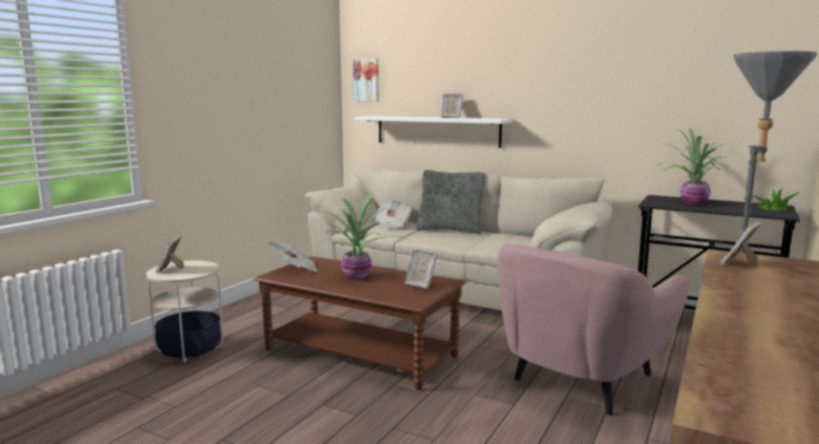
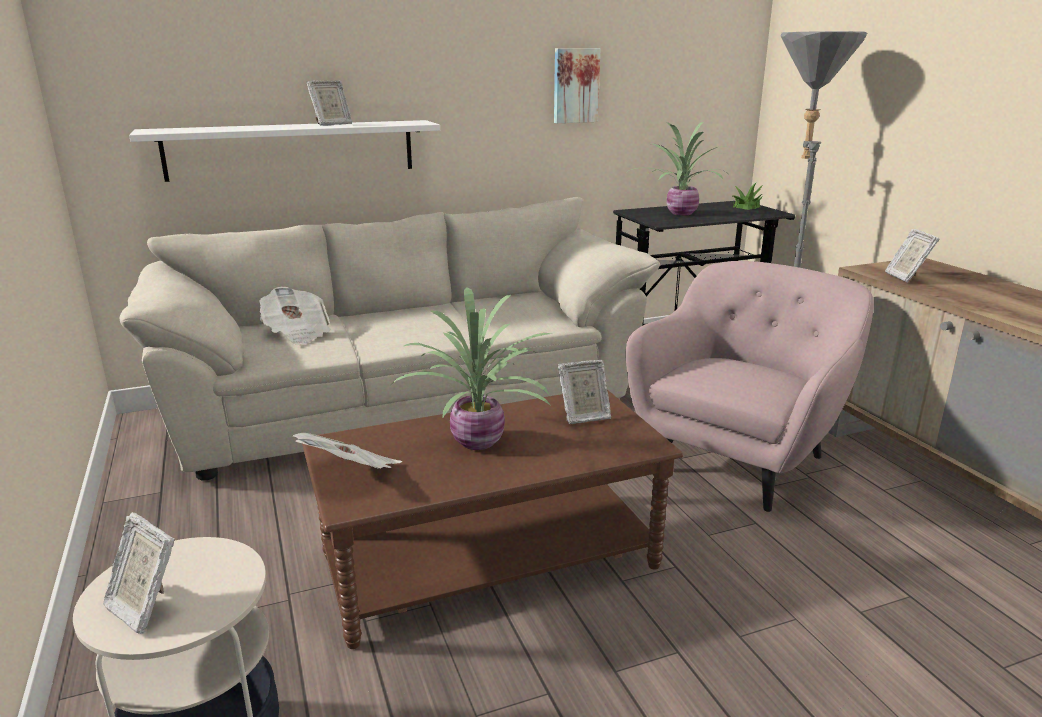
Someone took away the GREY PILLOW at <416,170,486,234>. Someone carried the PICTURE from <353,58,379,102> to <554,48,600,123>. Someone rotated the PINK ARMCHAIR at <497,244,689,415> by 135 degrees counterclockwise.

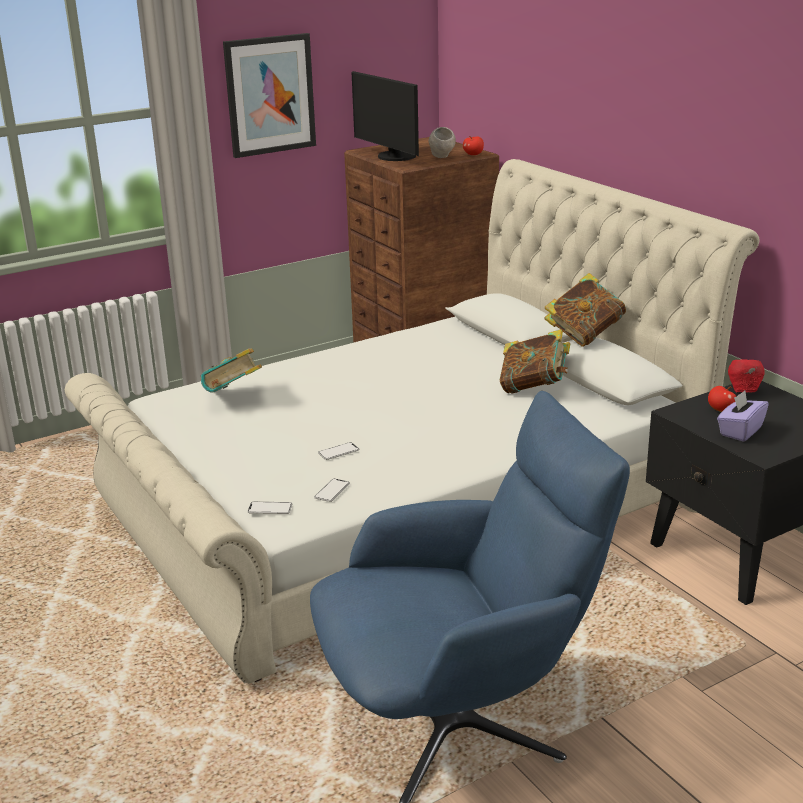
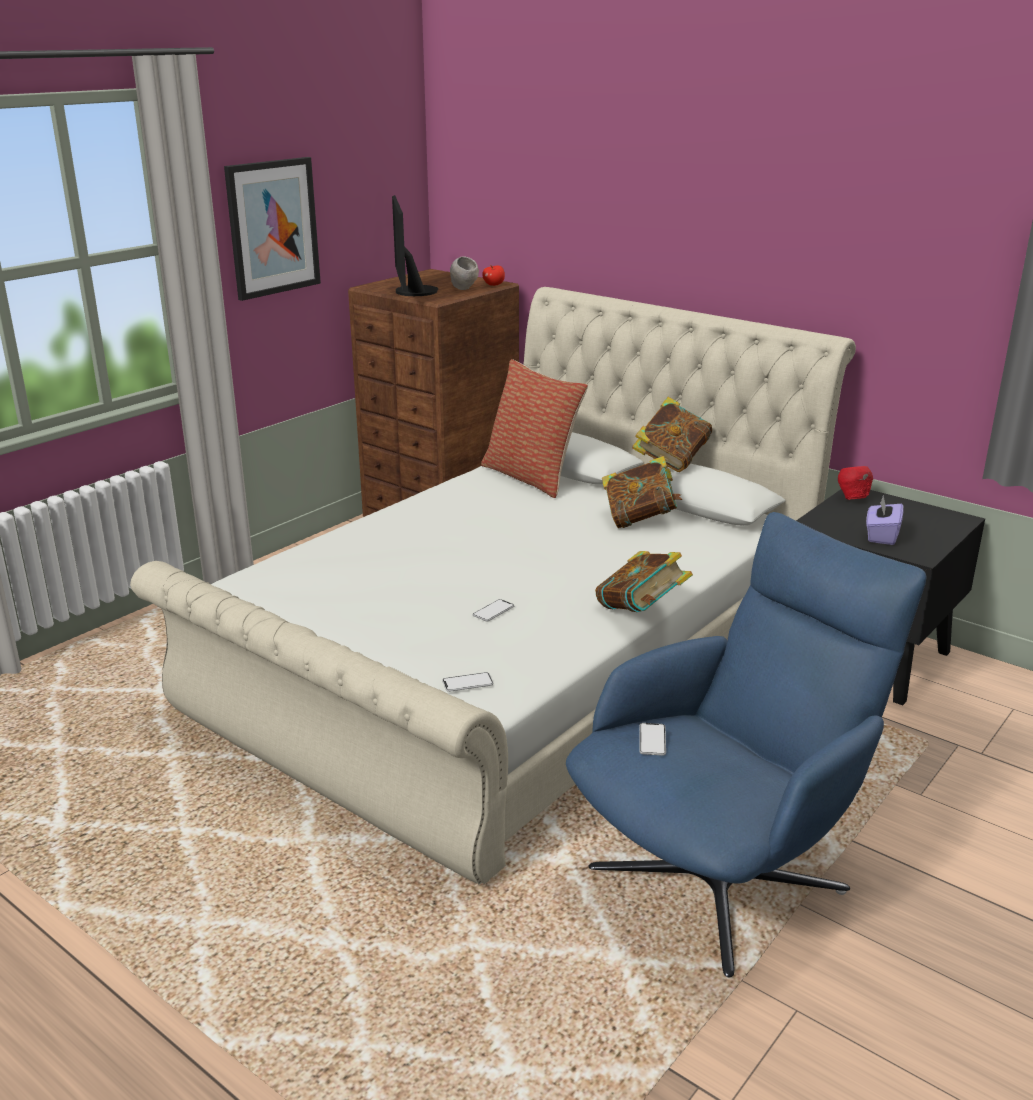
Someone took away the APPLE at <708,386,736,412>. Someone put down the PILLOW at <481,359,588,498>. Someone carried the BOOK from <201,348,262,393> to <595,551,693,612>. Someone carried the PHONE from <314,479,350,502> to <639,723,666,756>. Someone rotated the MONITOR at <352,71,419,161> by 45 degrees clockwise.

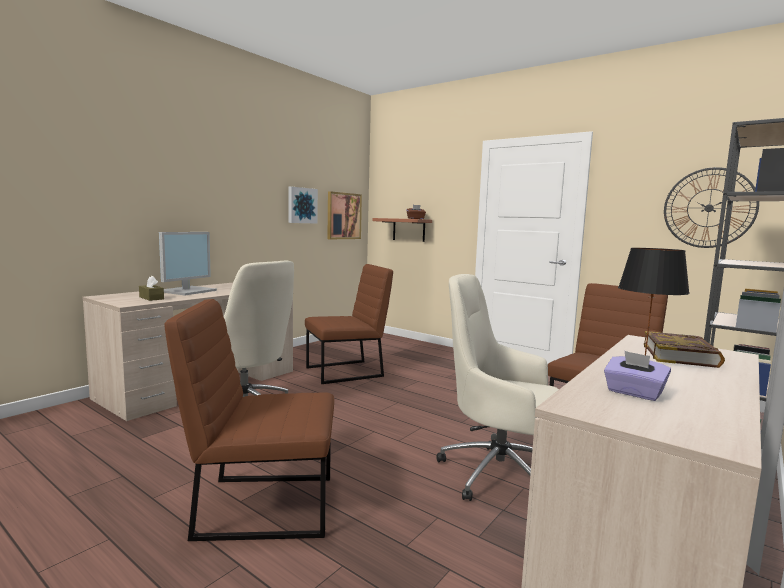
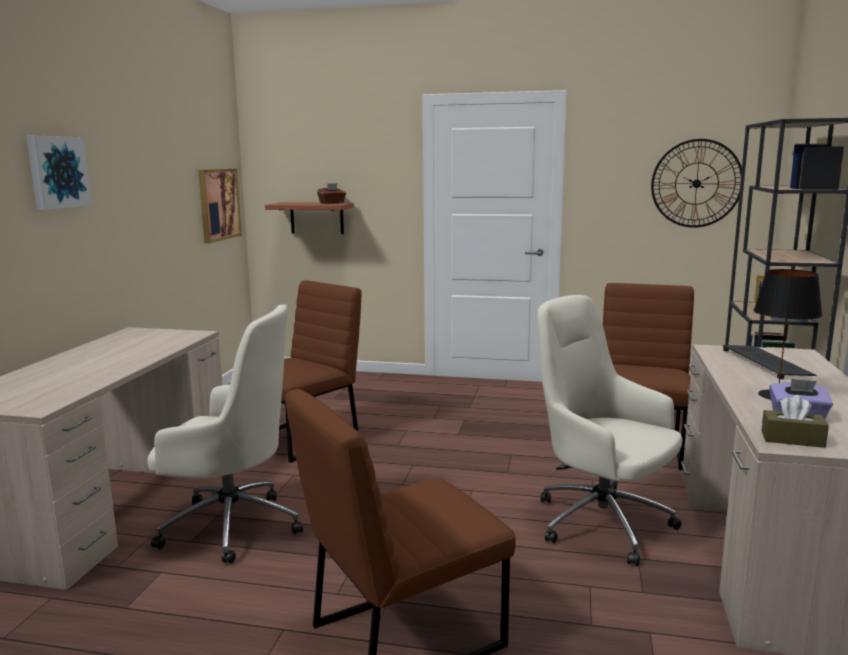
Someone took away the MONITOR at <159,232,217,296>. Someone carried the BROWN TISSUE BOX from <139,276,164,301> to <762,395,829,448>. Someone carried the PICTURE from <288,187,318,224> to <27,135,92,210>. Someone swapped the BOOK at <644,331,725,368> for the KEYBOARD at <723,345,817,379>. Someone rotated the BEIGE OFFICE CHAIR at <436,274,559,501> by 45 degrees clockwise.

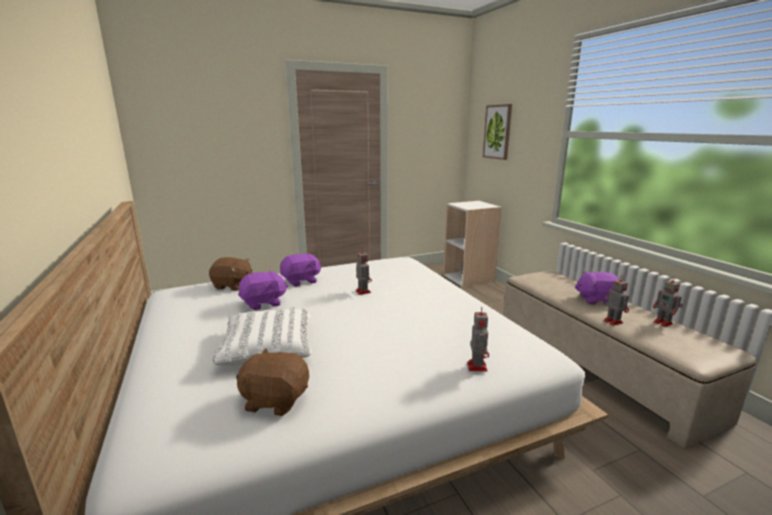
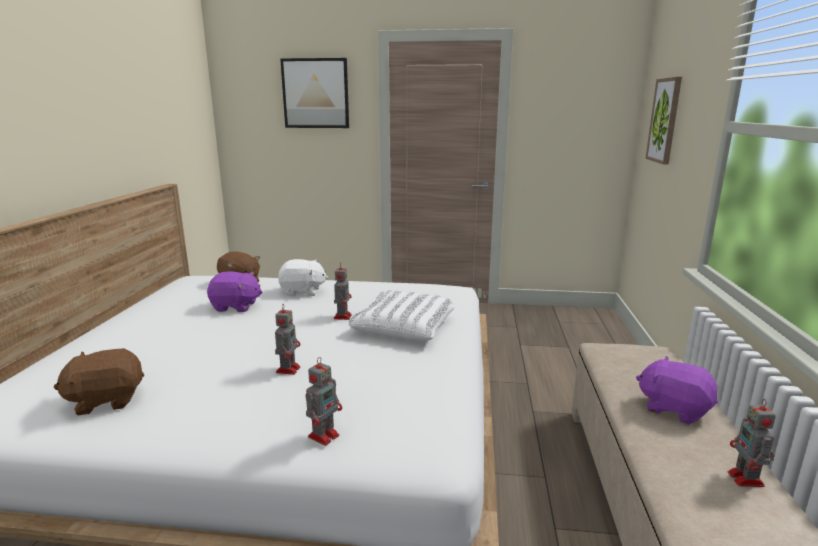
Someone took away the BOOKCASE at <443,201,502,287>. Someone put up the PICTURE at <280,58,349,128>. Someone carried the WHITE PILLOW from <212,307,312,365> to <349,290,455,340>. Someone carried the TOY ROBOT from <604,276,629,326> to <275,304,300,375>. Someone repainted the PURPLE PLUSH TOY at <280,253,322,287>, which became the WHITE PLUSH TOY at <278,259,329,296>. Someone rotated the BROWN PLUSH TOY at <236,348,309,416> by 60 degrees counterclockwise.

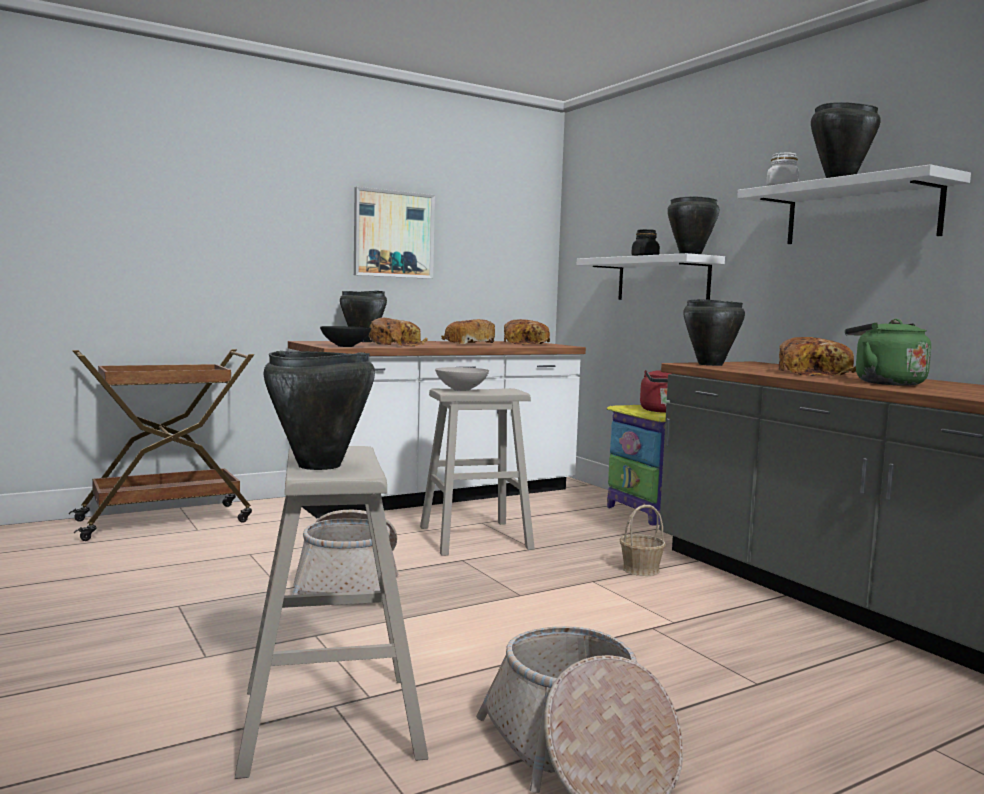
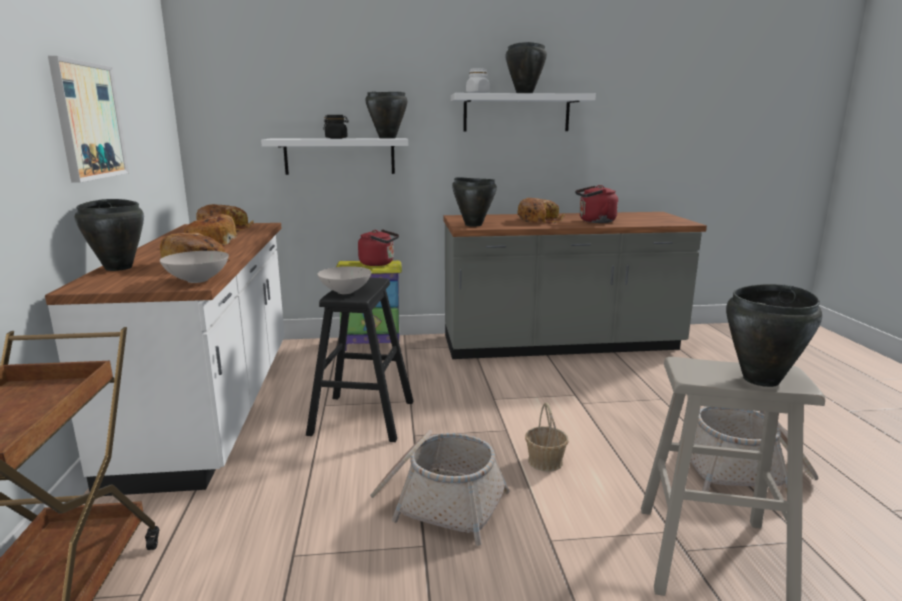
Someone carried the BASKET from <620,505,666,576> to <525,402,569,472>. Someone repainted the BLACK BOWL at <320,326,371,347>, which became the WHITE BOWL at <160,251,229,283>. Someone repainted the BEIGE STOOL at <420,388,535,556>, which became the BLACK STOOL at <306,278,413,442>. Someone repainted the GREEN KETTLE at <845,319,931,386>, which became the RED KETTLE at <575,185,618,223>.

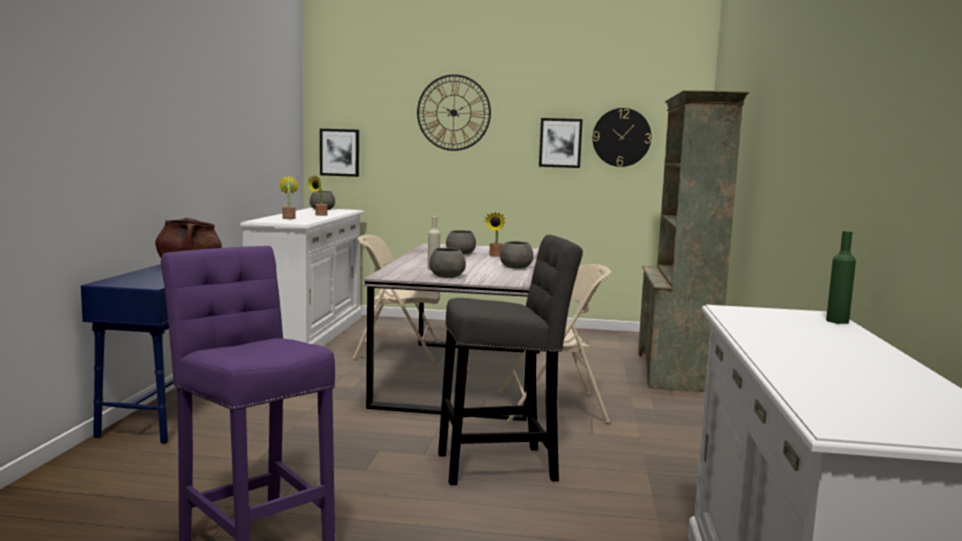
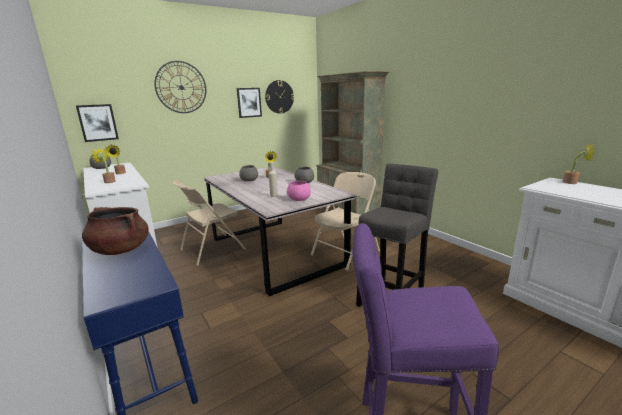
Someone swapped the GREEN BOTTLE at <826,231,856,324> for the POTTED PLANT at <563,143,595,184>. Someone repainted the GREY BOWL at <429,248,466,278>, which became the PINK BOWL at <287,181,311,201>.

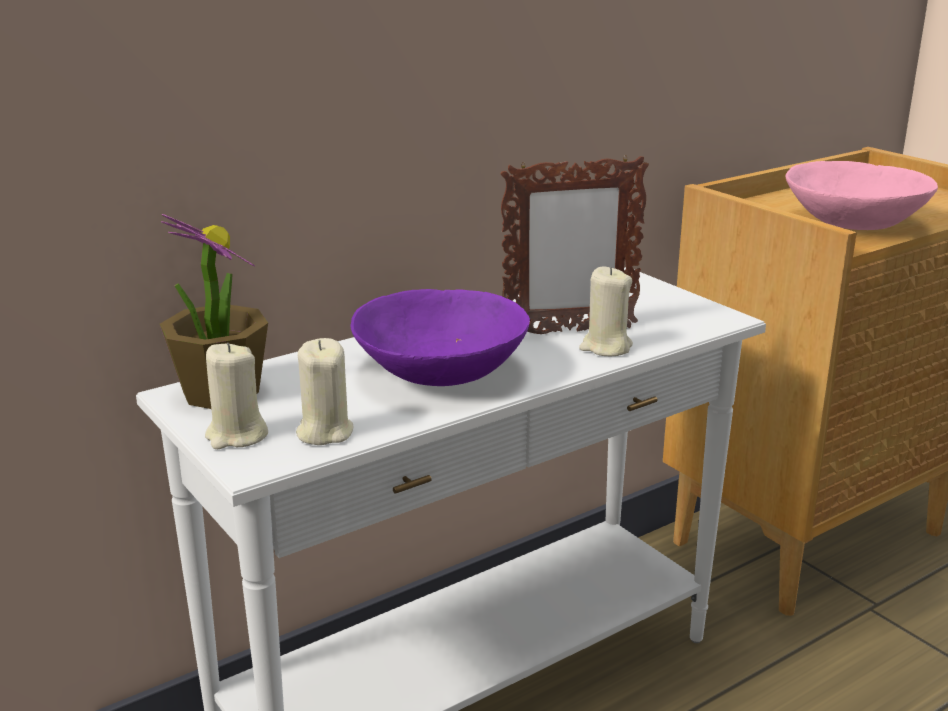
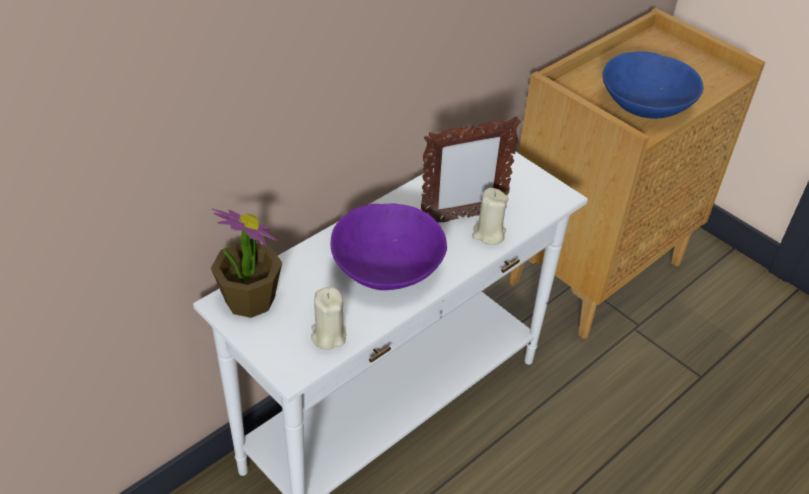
Someone took away the BEIGE CANDLE at <205,343,268,449>. Someone repainted the PINK BOWL at <785,161,938,230>, which became the BLUE BOWL at <602,51,704,119>.

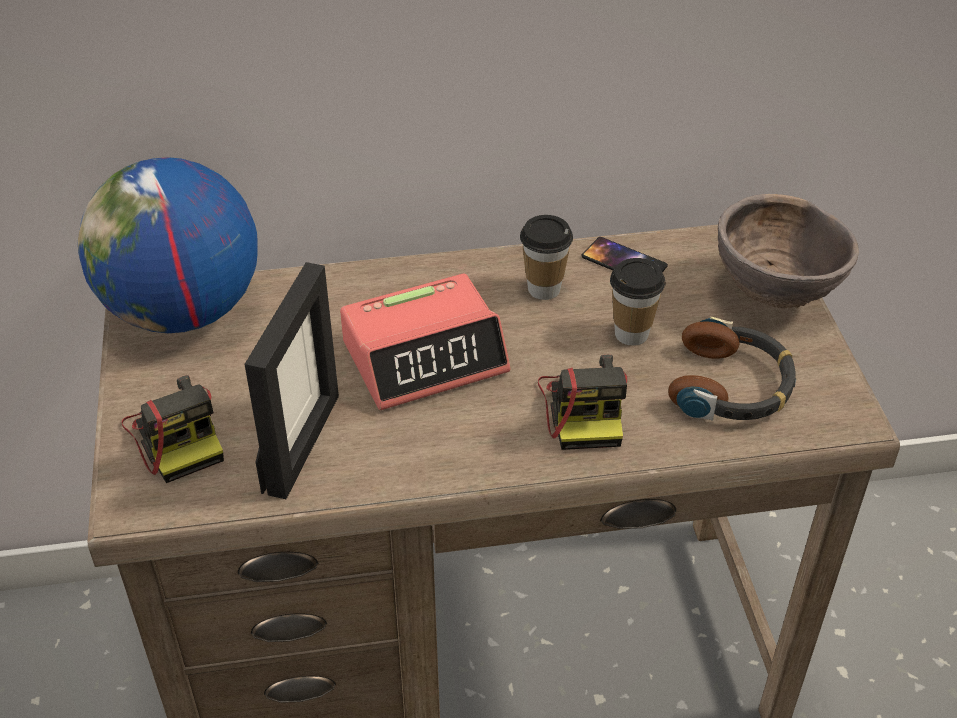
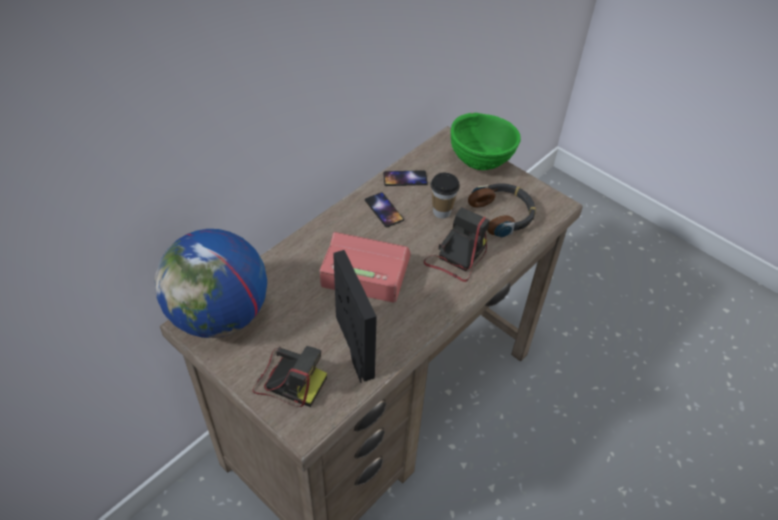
Someone swapped the CUP at <520,215,573,300> for the PHONE at <365,192,404,228>. Someone repainted the BROWN BOWL at <718,194,859,308>, which became the GREEN BOWL at <451,113,521,170>. Someone rotated the ALARM CLOCK at <340,274,510,410> by 105 degrees counterclockwise. Someone rotated the PHOTO CAMERA at <538,355,627,450> by 105 degrees counterclockwise.

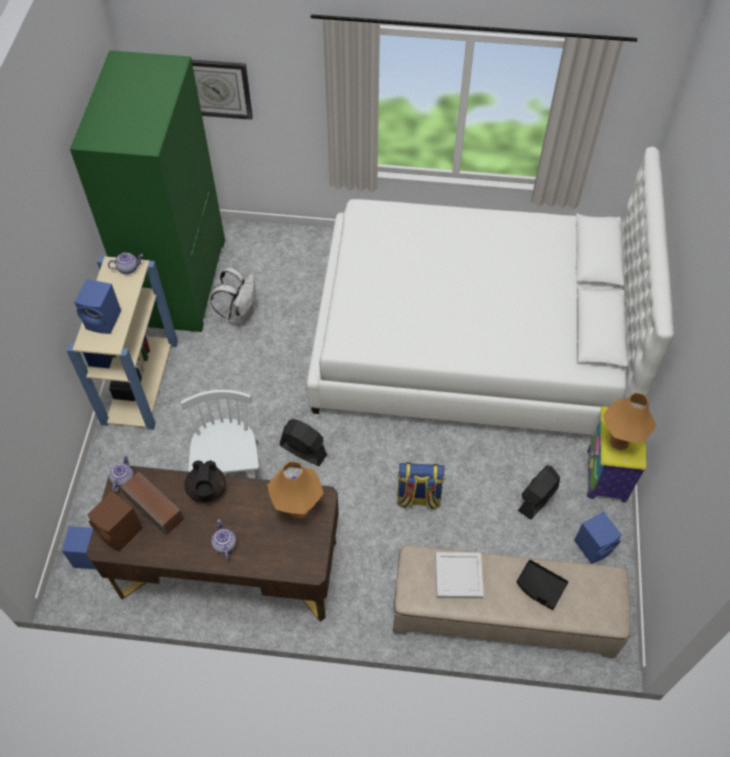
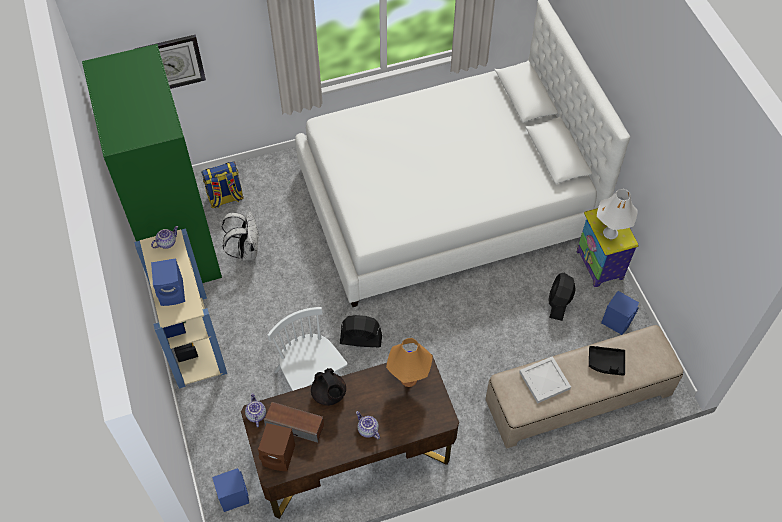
Someone carried the BACKPACK from <397,462,445,511> to <201,161,244,208>. Someone repainted the ORANGE TABLE LAMP at <603,393,656,450>, which became the WHITE TABLE LAMP at <597,189,638,239>.

